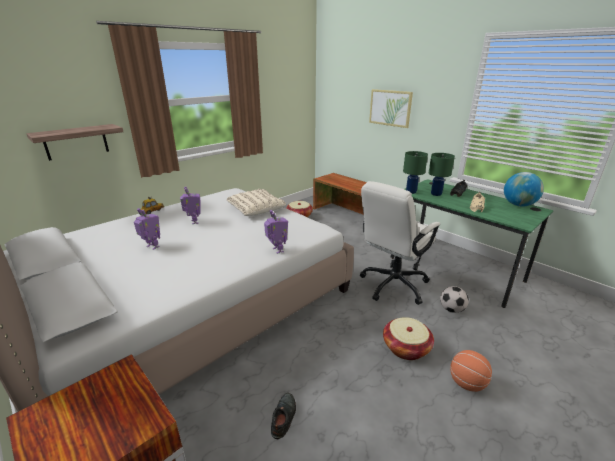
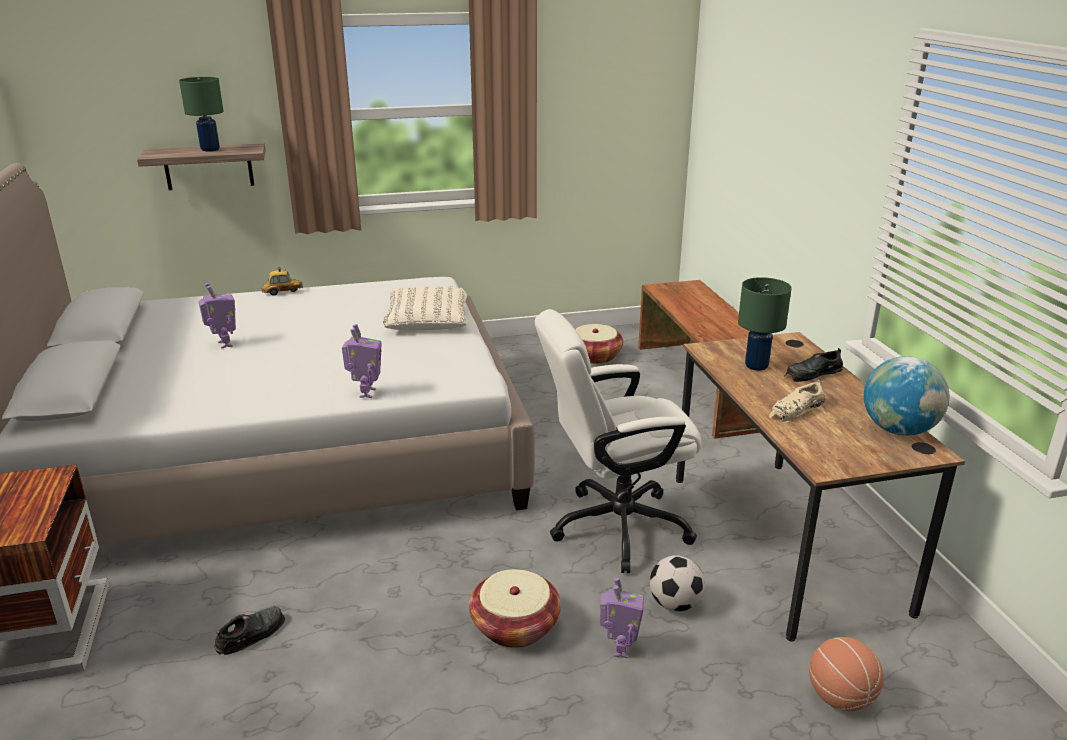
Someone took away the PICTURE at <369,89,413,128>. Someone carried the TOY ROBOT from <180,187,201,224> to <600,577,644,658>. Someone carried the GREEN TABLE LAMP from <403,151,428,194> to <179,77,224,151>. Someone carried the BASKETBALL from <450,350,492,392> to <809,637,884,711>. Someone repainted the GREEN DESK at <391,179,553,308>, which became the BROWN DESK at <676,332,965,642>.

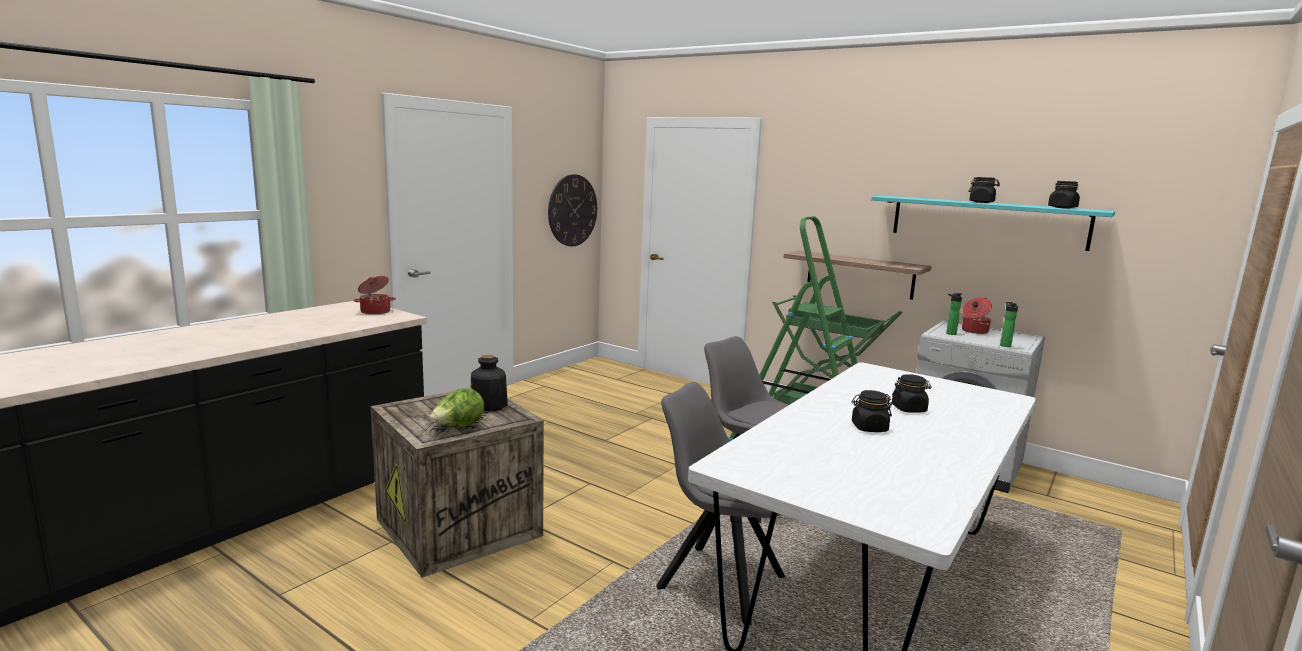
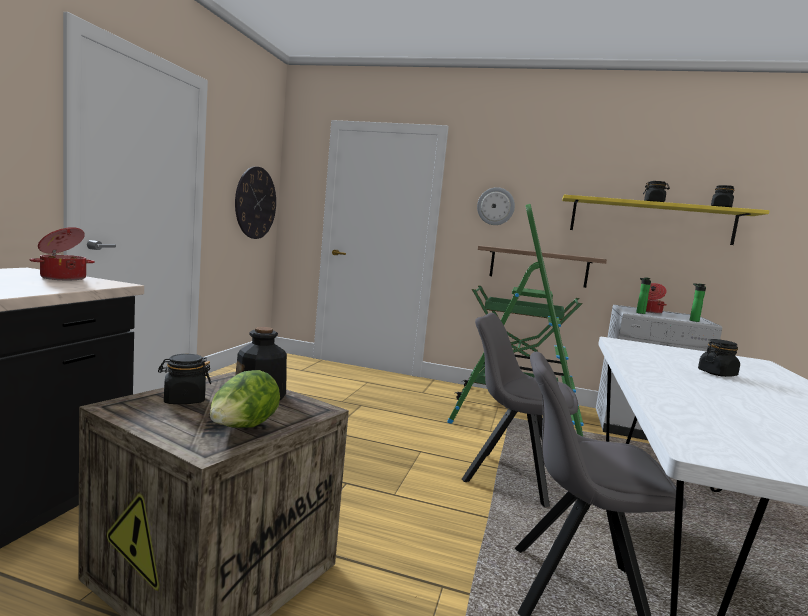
Someone put up the WALL CLOCK at <477,187,515,225>. Someone carried the BLACK JAR from <851,390,892,432> to <158,354,211,404>. Someone repainted the TURQUOISE SHELF at <871,196,1115,251>, which became the YELLOW SHELF at <562,195,770,245>.

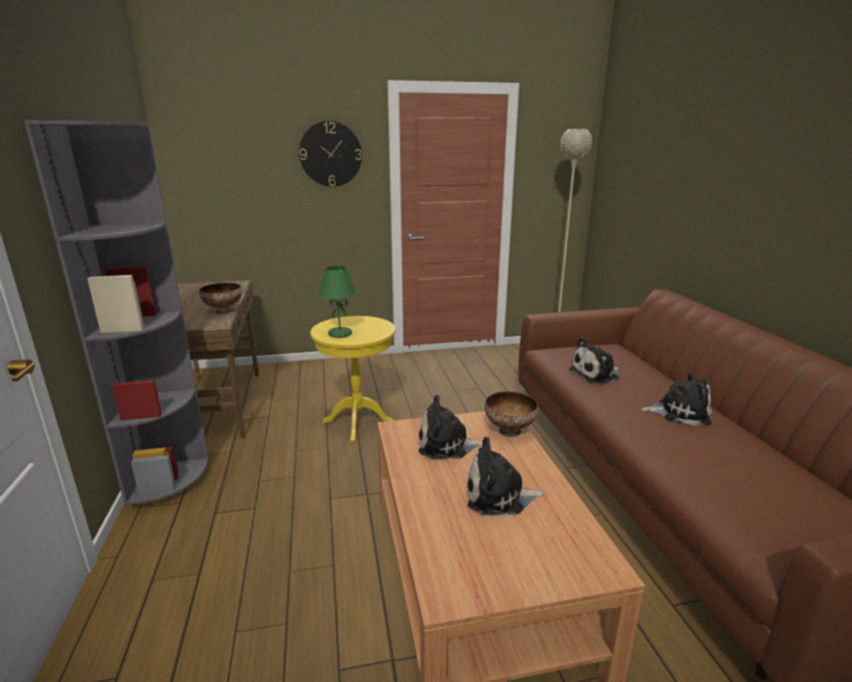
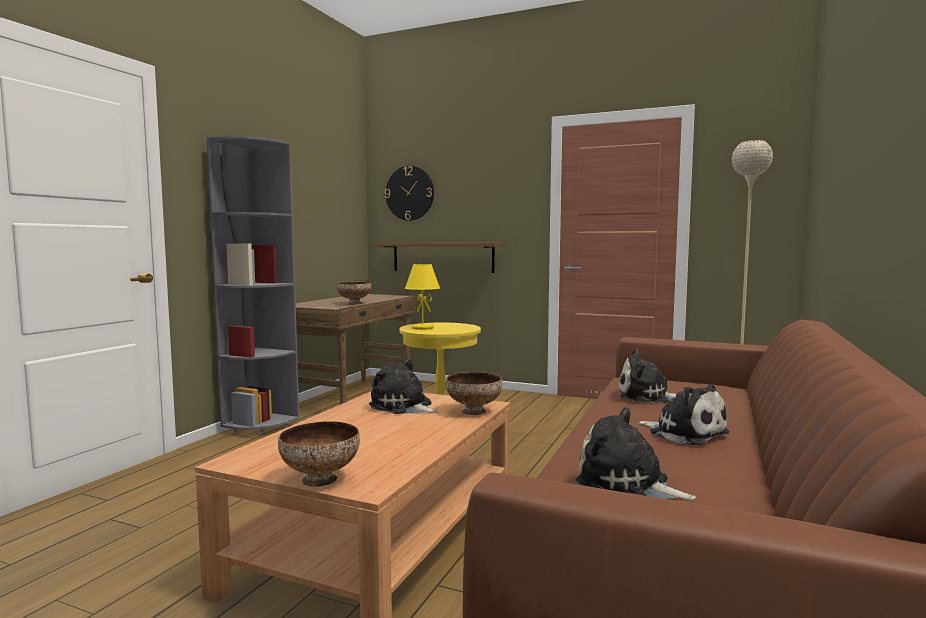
Someone put down the BOWL at <278,421,360,487>. Someone put up the BROWN SHELF at <371,243,505,273>. Someone carried the WALL CLOCK from <299,121,362,187> to <385,166,434,221>. Someone carried the PLUSH TOY from <467,437,546,515> to <575,407,696,500>. Someone repainted the GREEN TABLE LAMP at <318,266,357,338>, which became the YELLOW TABLE LAMP at <405,264,440,330>.

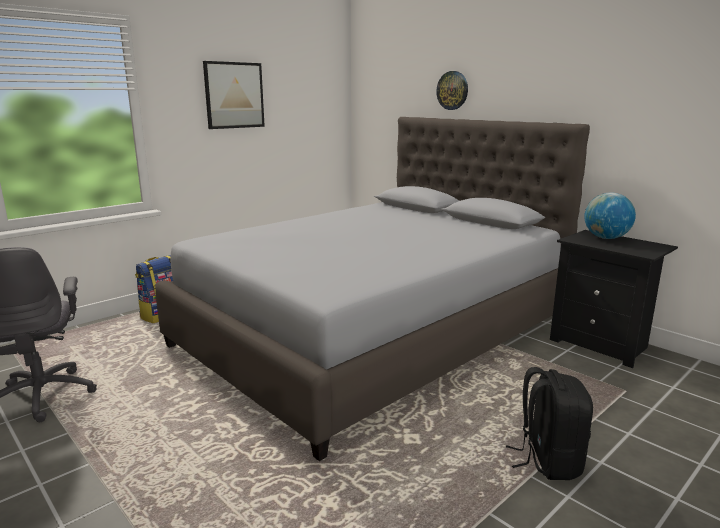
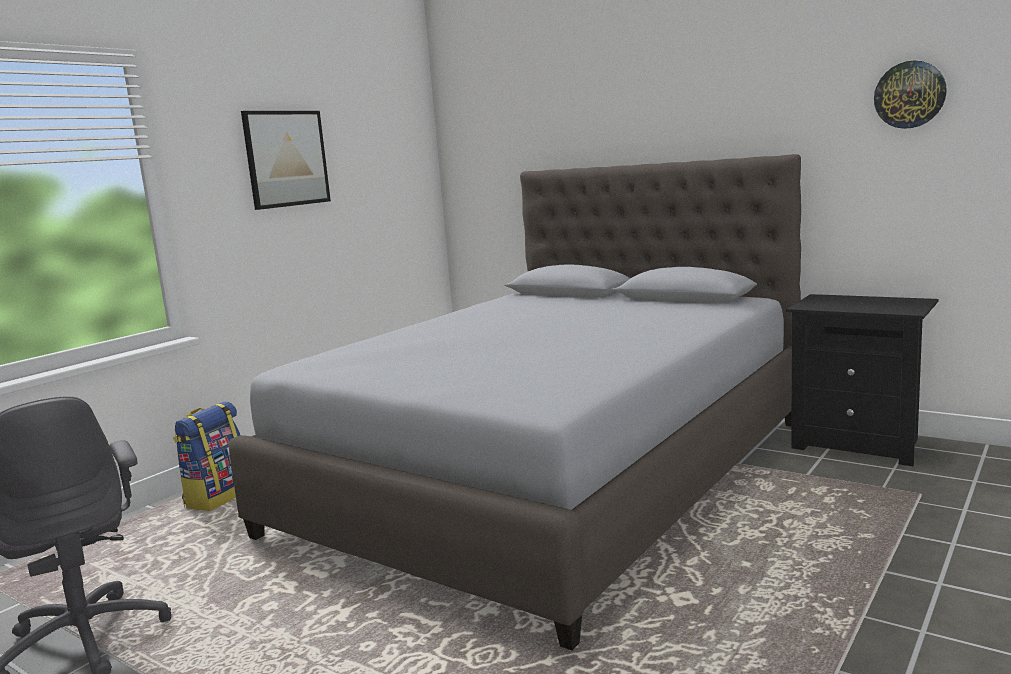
Someone took away the BLACK BACKPACK at <506,367,593,480>. Someone took away the GLOBE at <584,193,636,239>. Someone carried the WALL CLOCK from <436,71,468,110> to <874,61,947,129>.

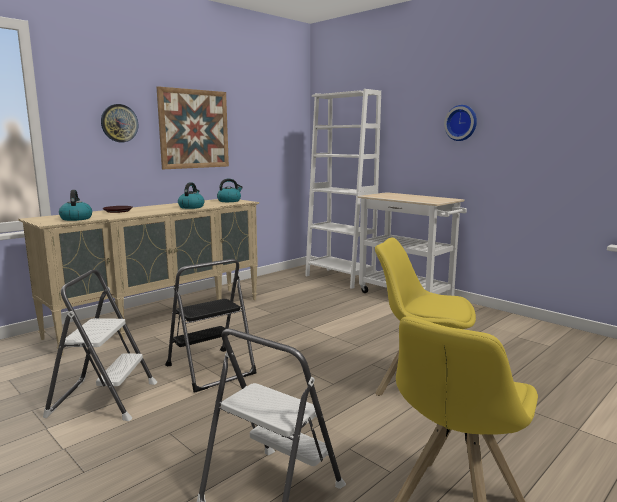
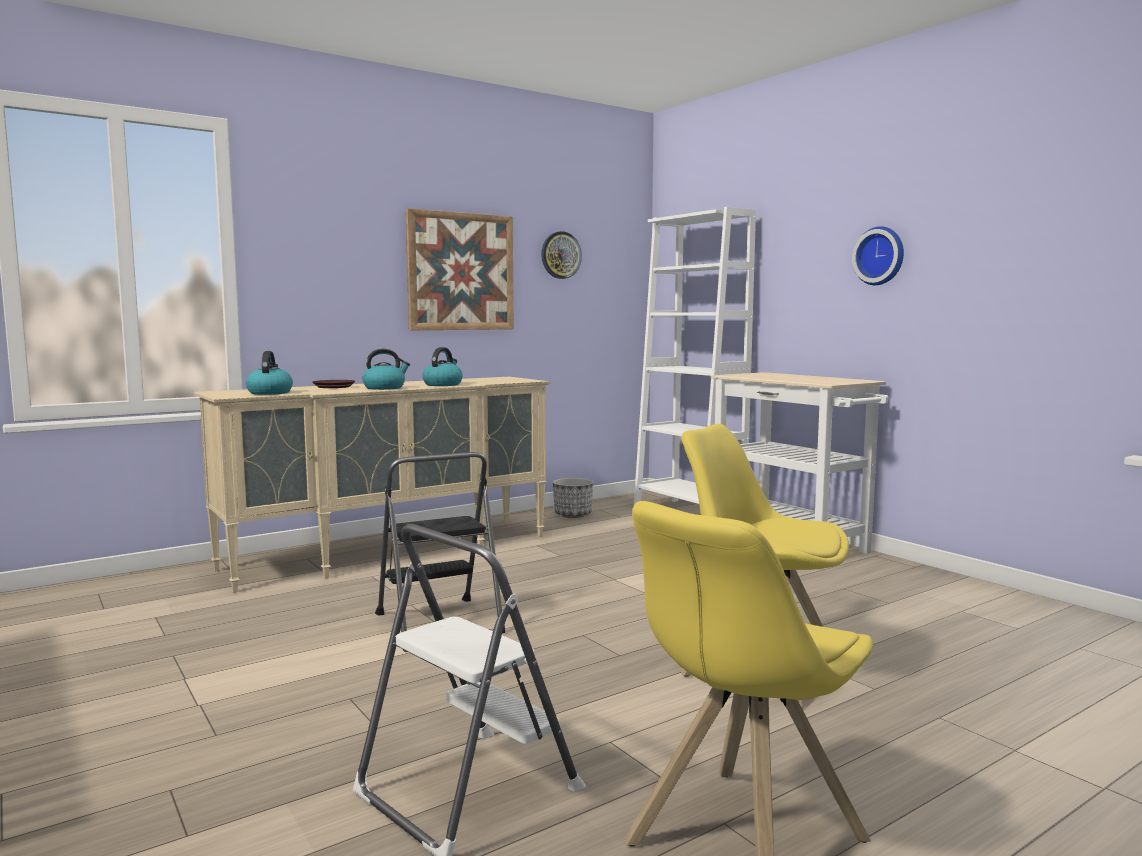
Someone took away the WHITE STEP LADDER at <43,270,157,421>. Someone put down the PLANTER at <553,478,593,518>. Someone carried the WALL CLOCK from <101,104,138,142> to <541,231,582,279>. Someone carried the KETTLE from <217,179,243,202> to <362,349,410,390>.

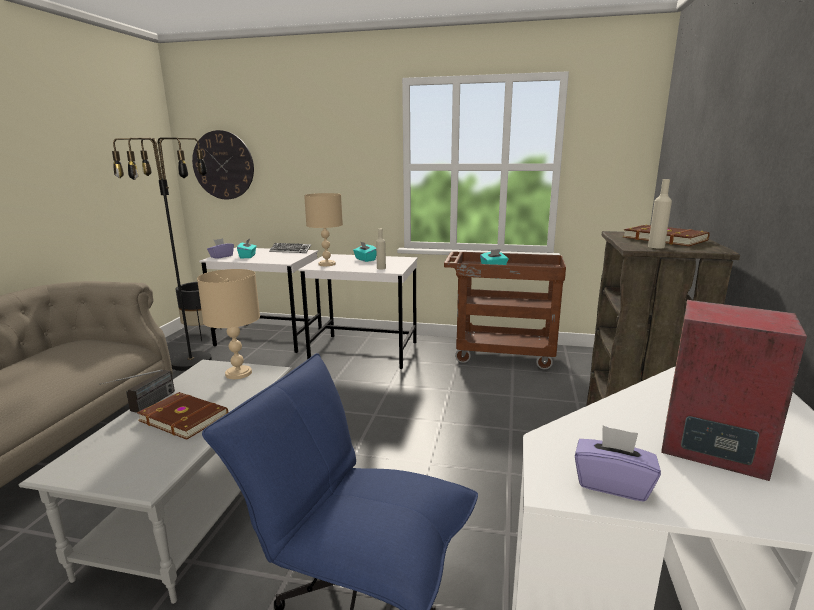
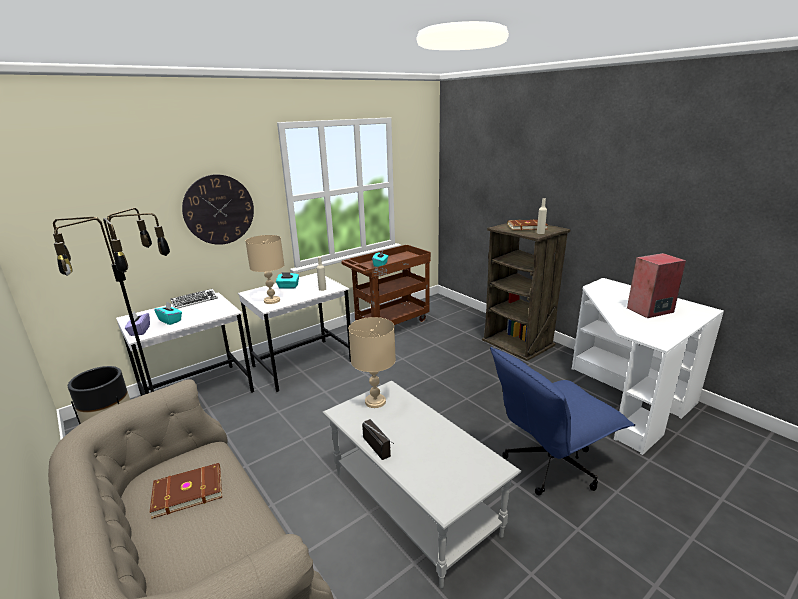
Someone took away the PURPLE TISSUE BOX at <575,425,661,502>. Someone carried the BROWN BOOK from <137,392,228,440> to <149,463,222,519>. Someone carried the WALL CLOCK from <192,130,254,199> to <182,174,254,245>.

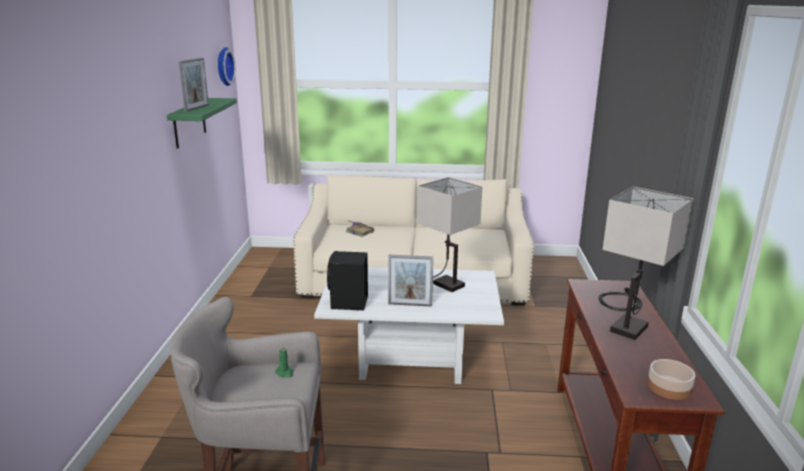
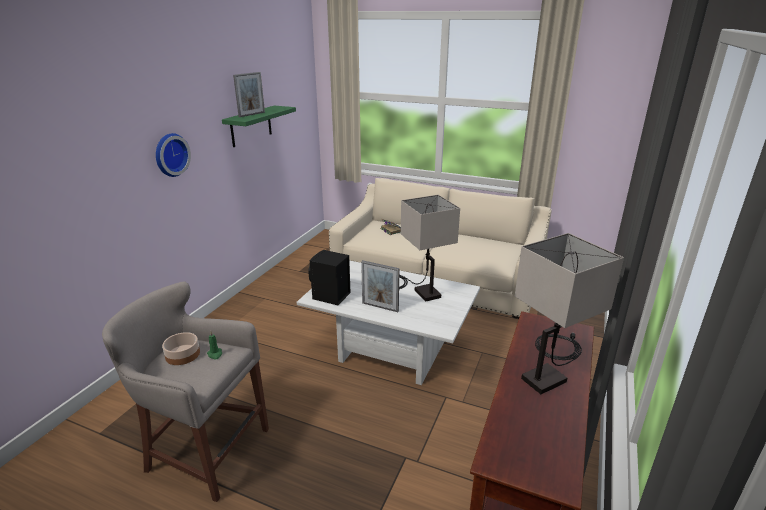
Someone carried the WALL CLOCK from <218,47,236,86> to <156,133,191,177>. Someone carried the BOWL from <648,359,695,400> to <162,332,200,365>.

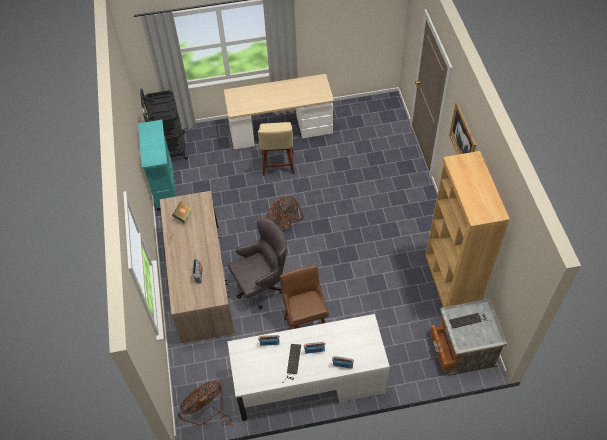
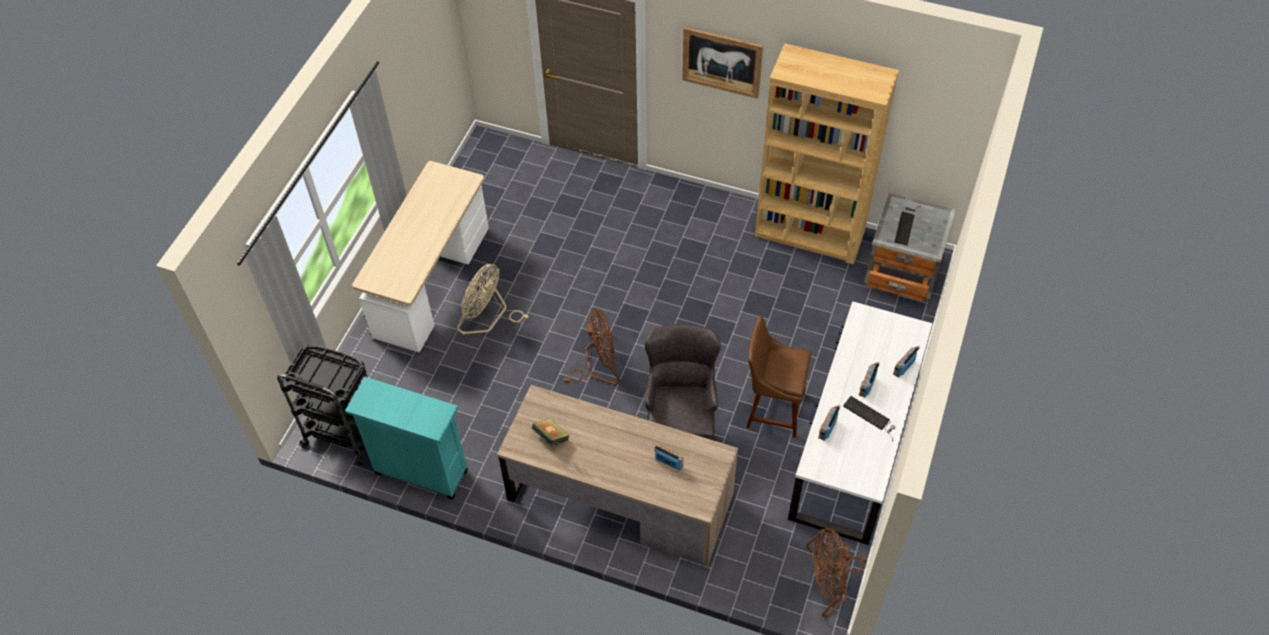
Someone swapped the BEIGE CHAIR at <258,122,295,176> for the BEIGE FAN at <457,264,529,335>.

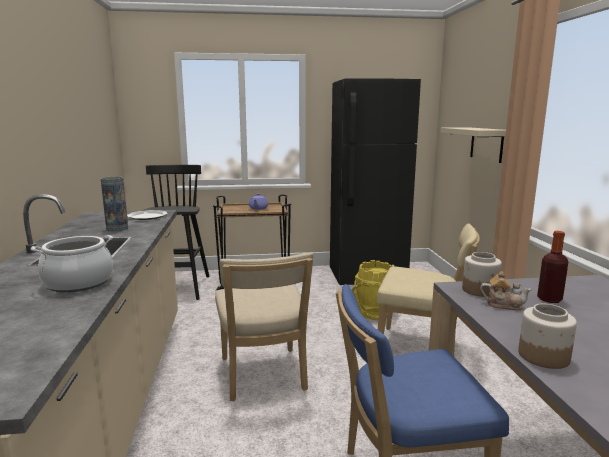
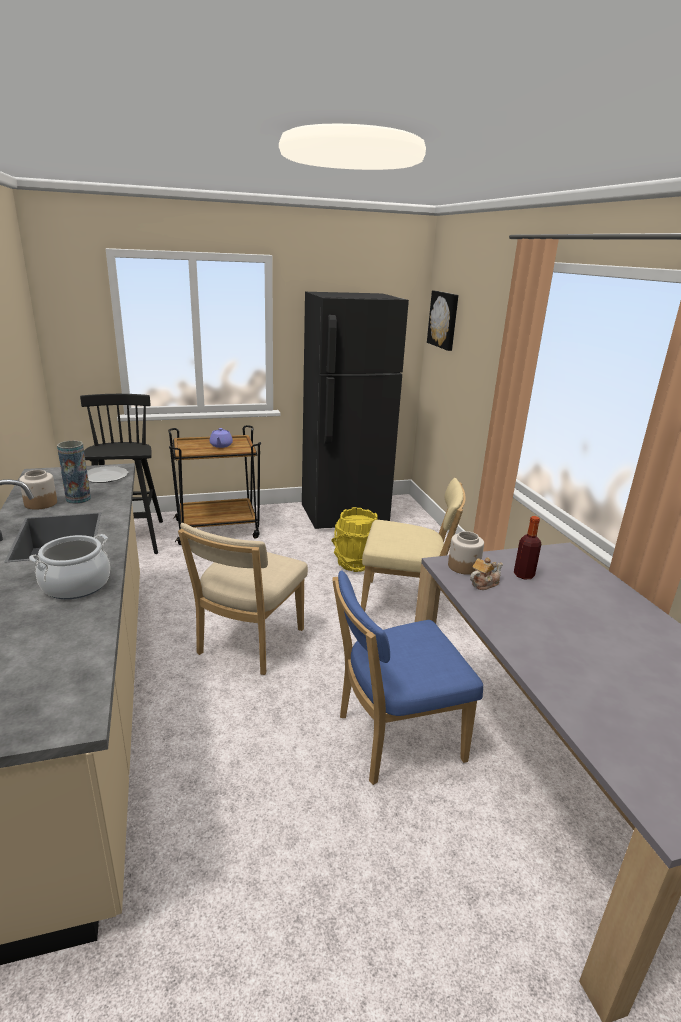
Someone took away the BEIGE SHELF at <440,127,506,163>. Someone put up the PICTURE at <427,291,458,351>. Someone carried the JAR from <518,304,577,369> to <19,470,57,510>. Someone rotated the BEIGE CHAIR at <215,252,313,401> by 45 degrees clockwise. Someone rotated the TEAPOT at <480,271,532,310> by 45 degrees counterclockwise.

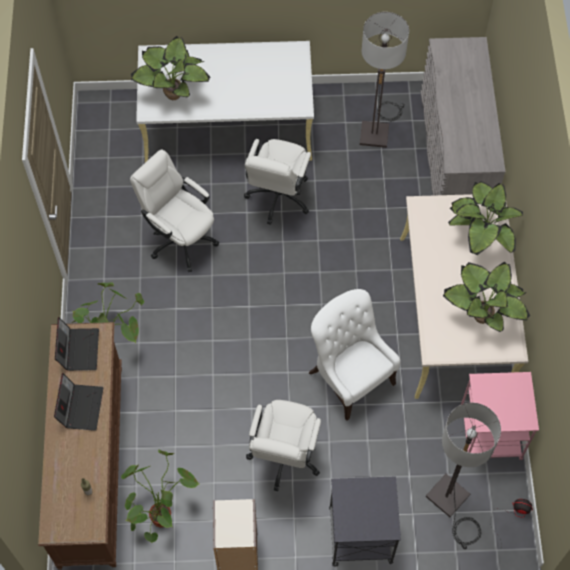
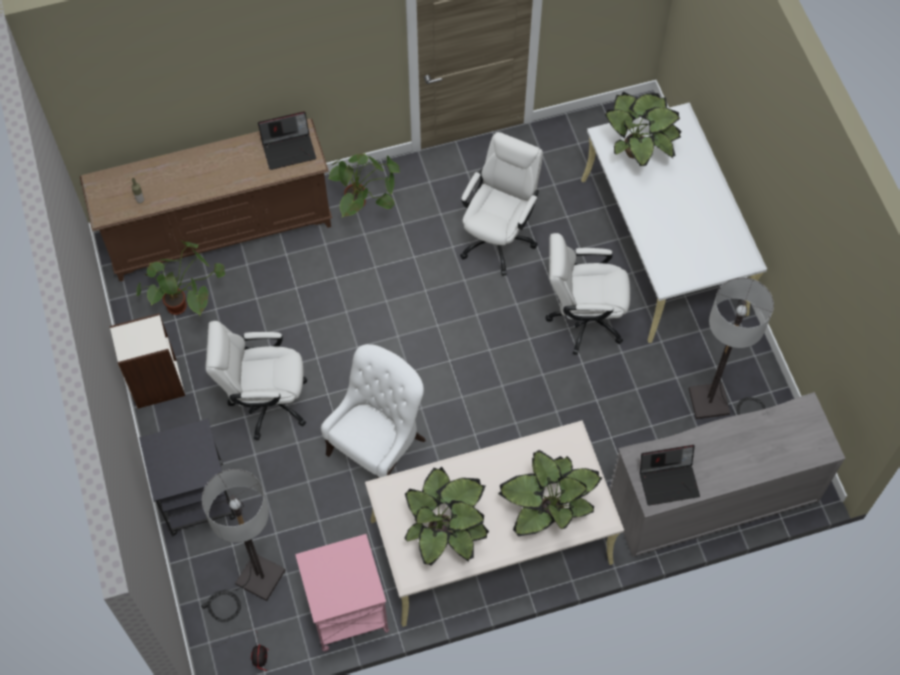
Someone carried the LAPTOP from <54,373,104,431> to <640,445,700,506>.

